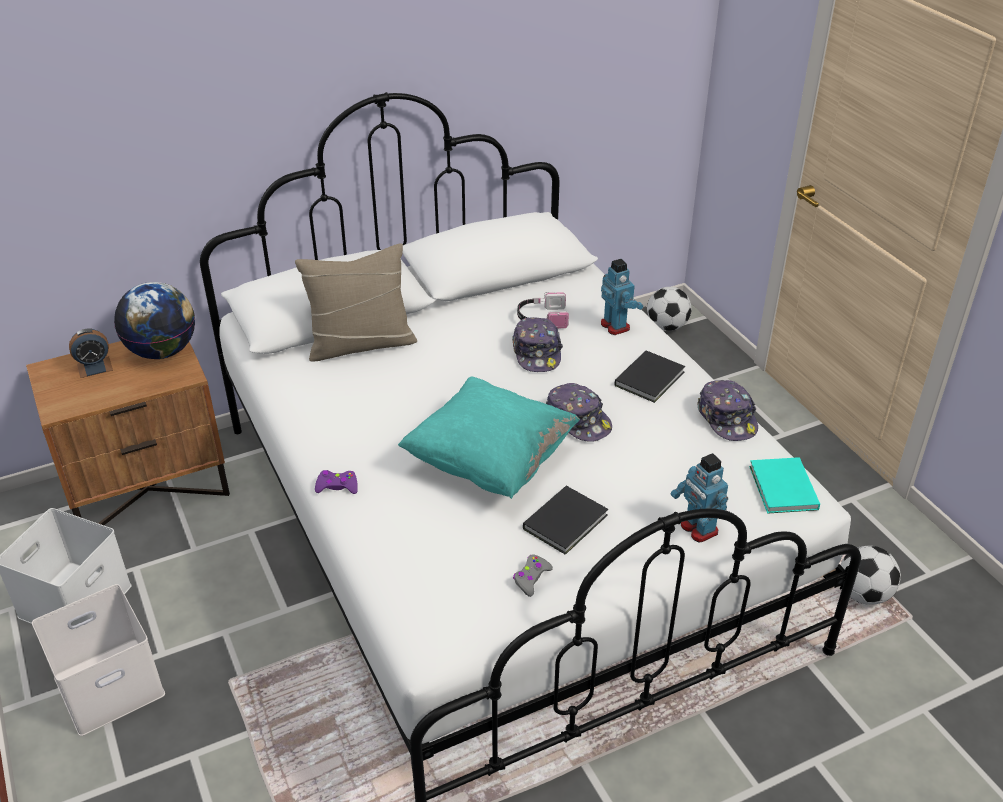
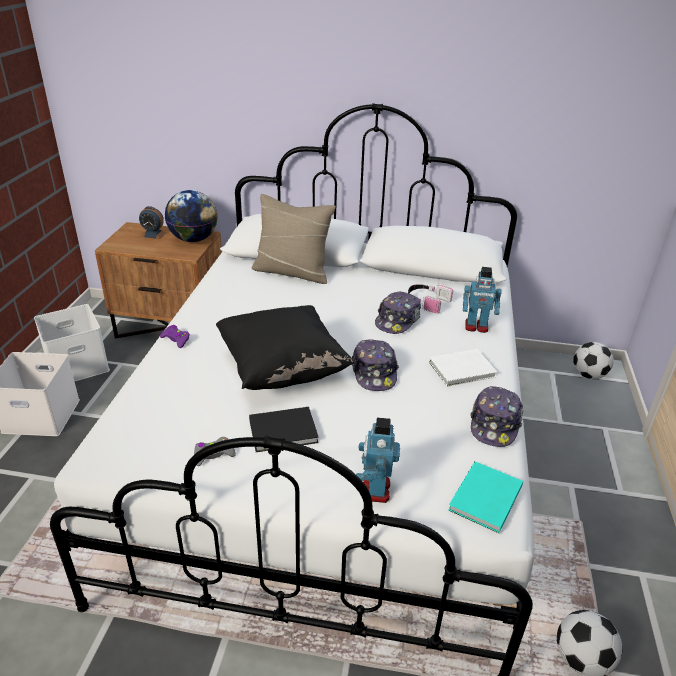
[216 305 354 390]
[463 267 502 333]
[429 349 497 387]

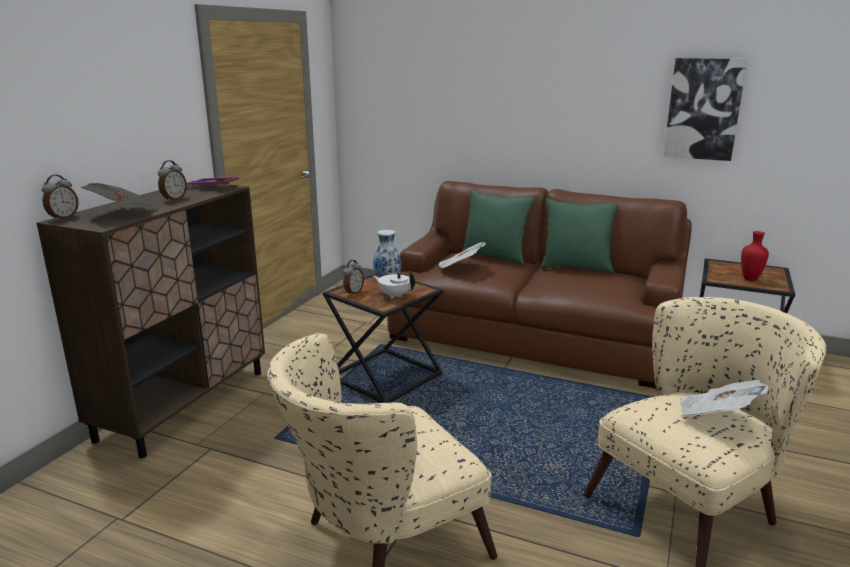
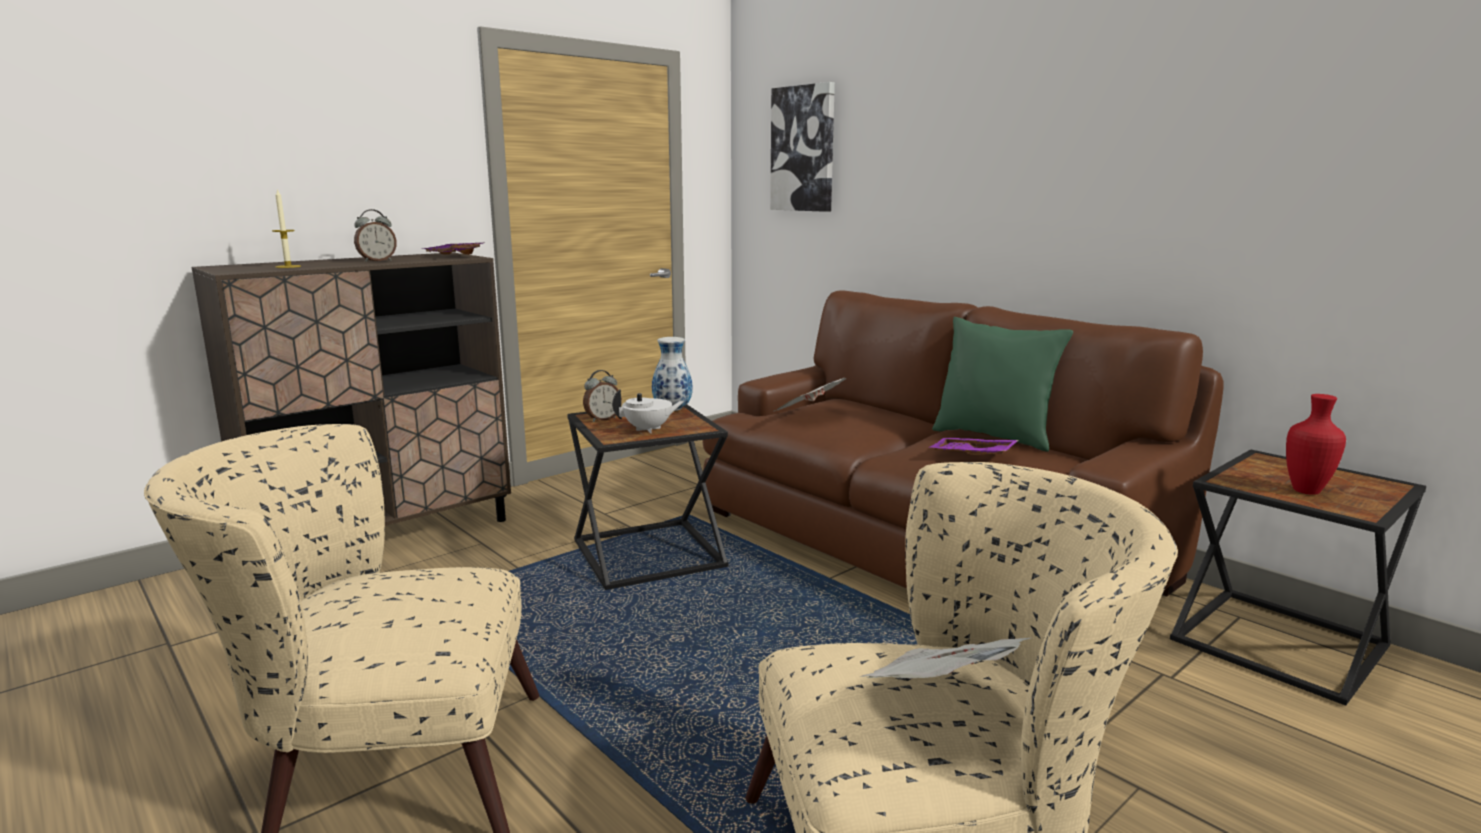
[42 175 79 220] (first image)
[272 189 301 268]
[612 389 684 433]
[462 190 535 265] (first image)
[770 82 835 212]
[930 438 1019 455]

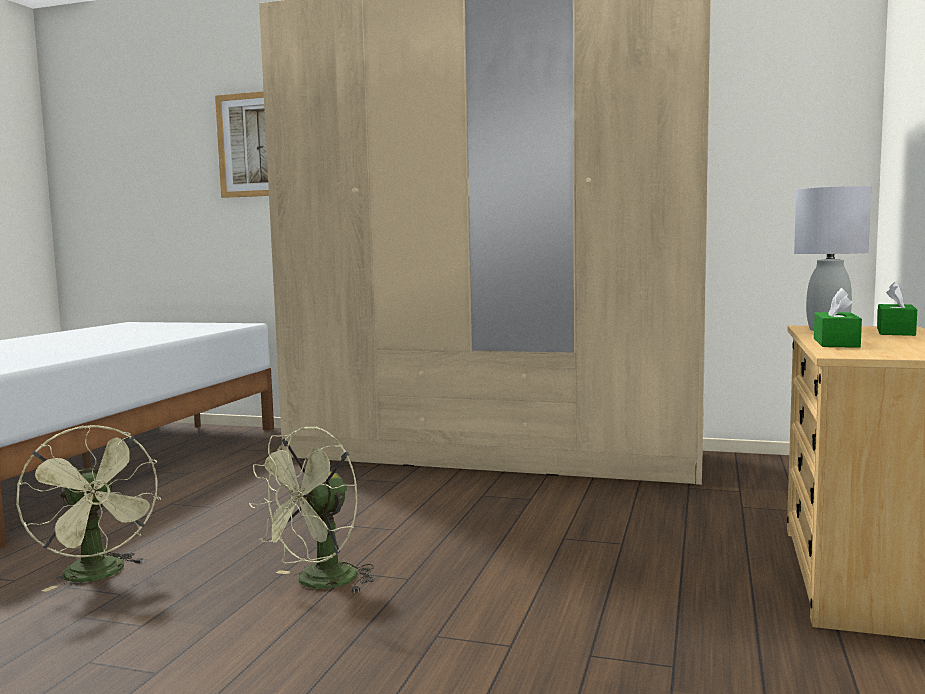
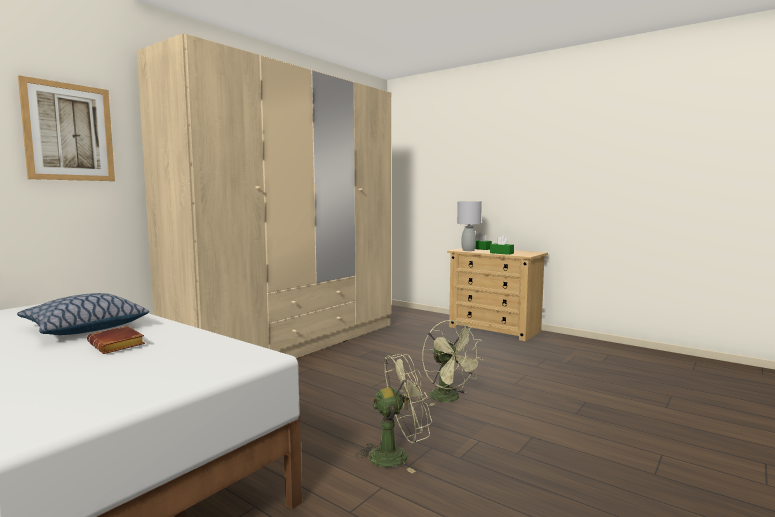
[17 293 149 335]
[87 326 145 354]

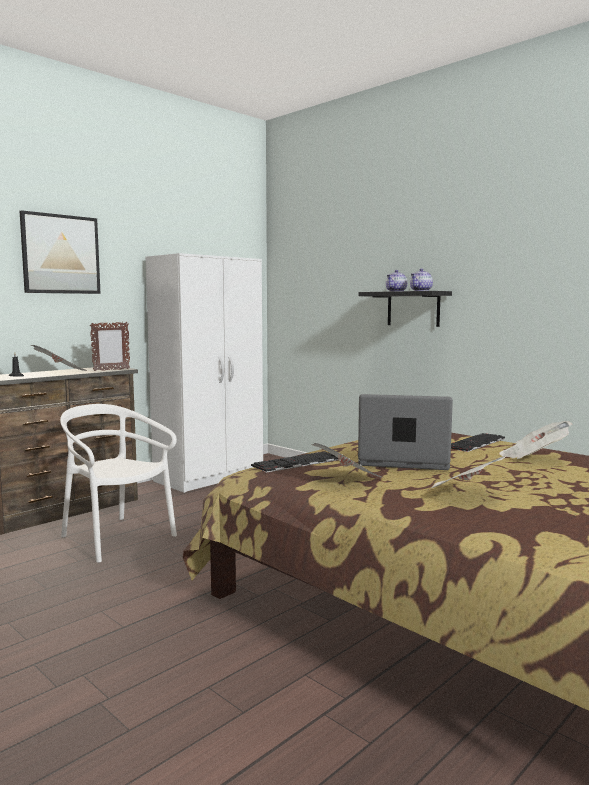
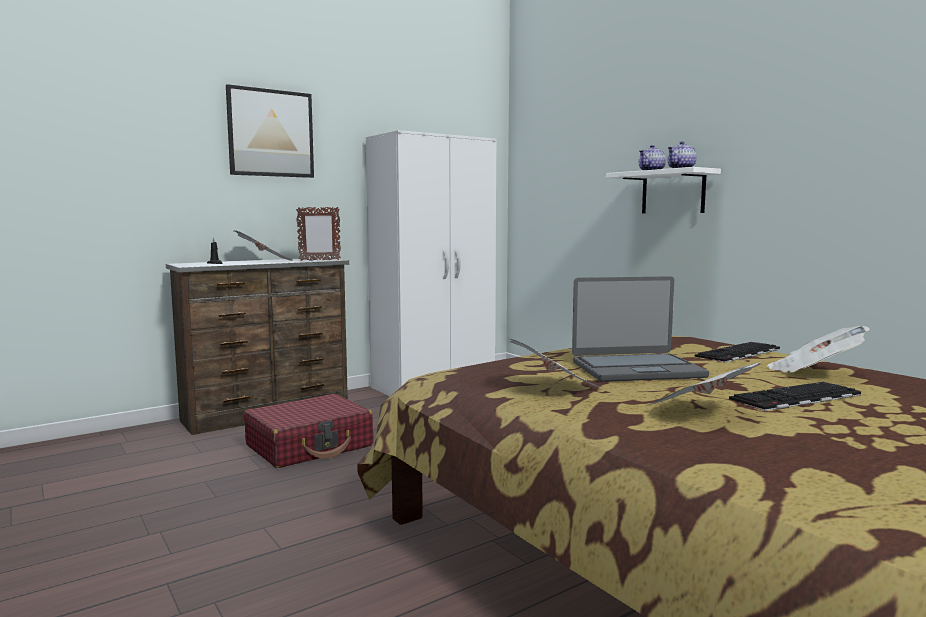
[244 394 373 468]
[729 382 861 411]
[572 276 709 382]
[606 167 721 213]

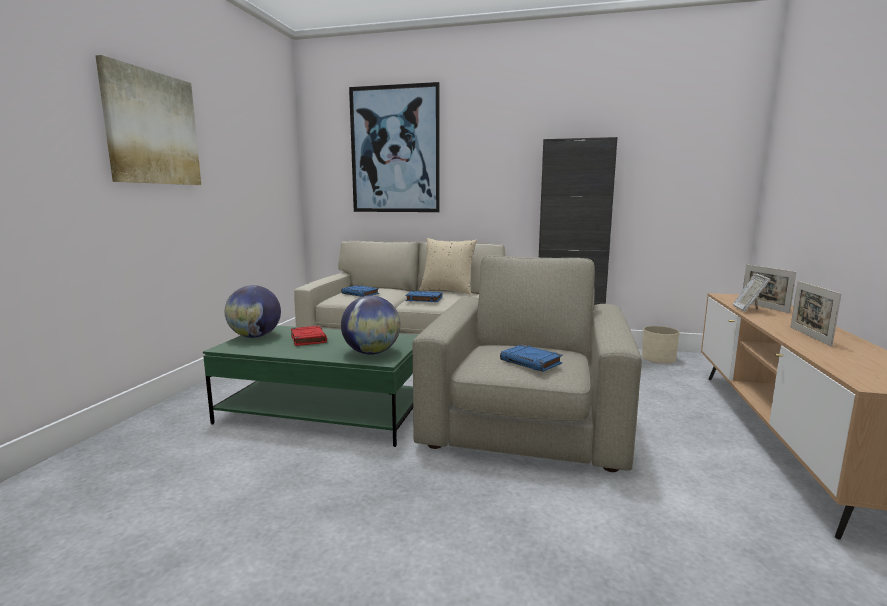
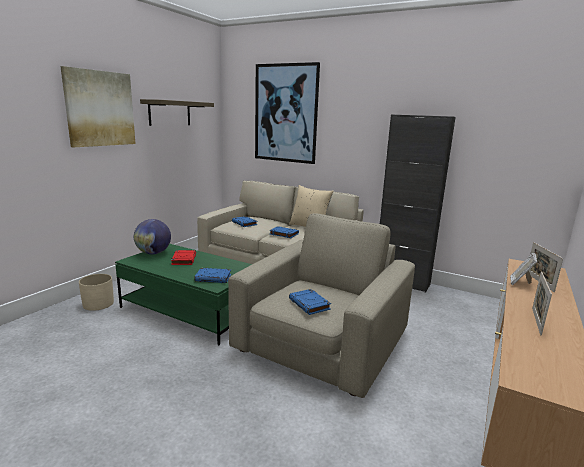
[194 268 231 283]
[79 274 114 311]
[140 99 214 126]

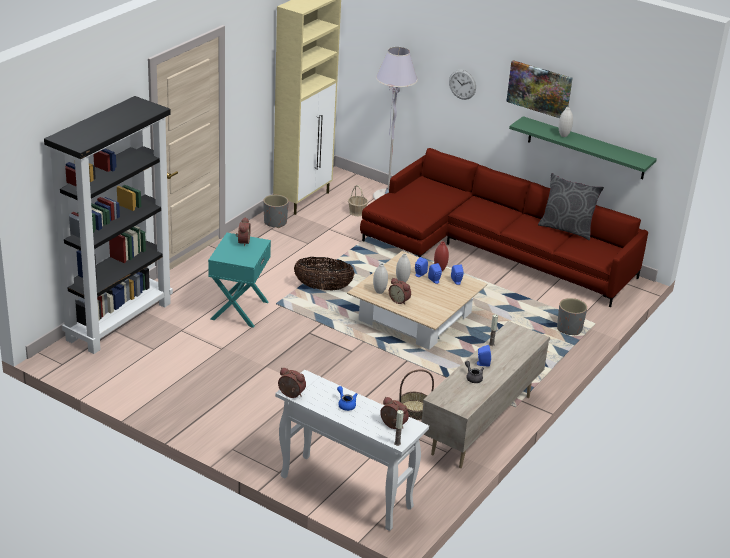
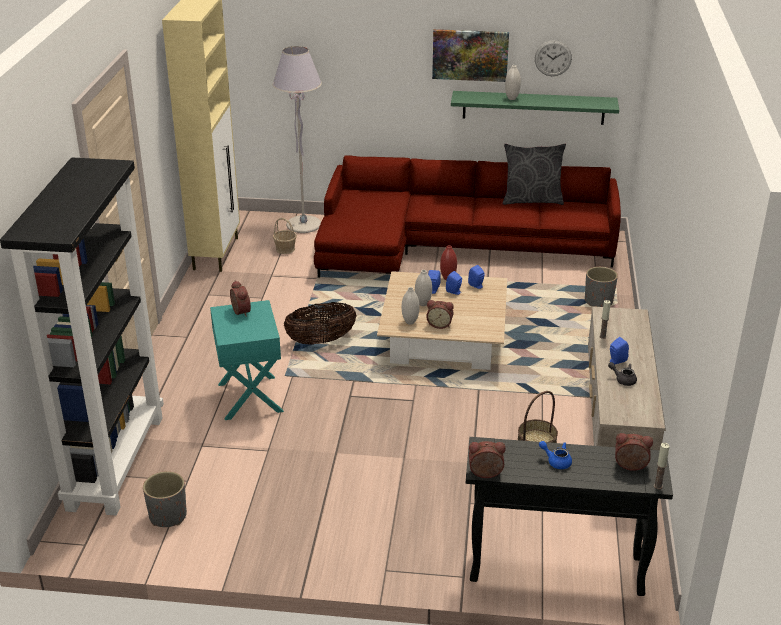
[143 471 187 527]
[466 437 673 596]
[535 40 572 76]

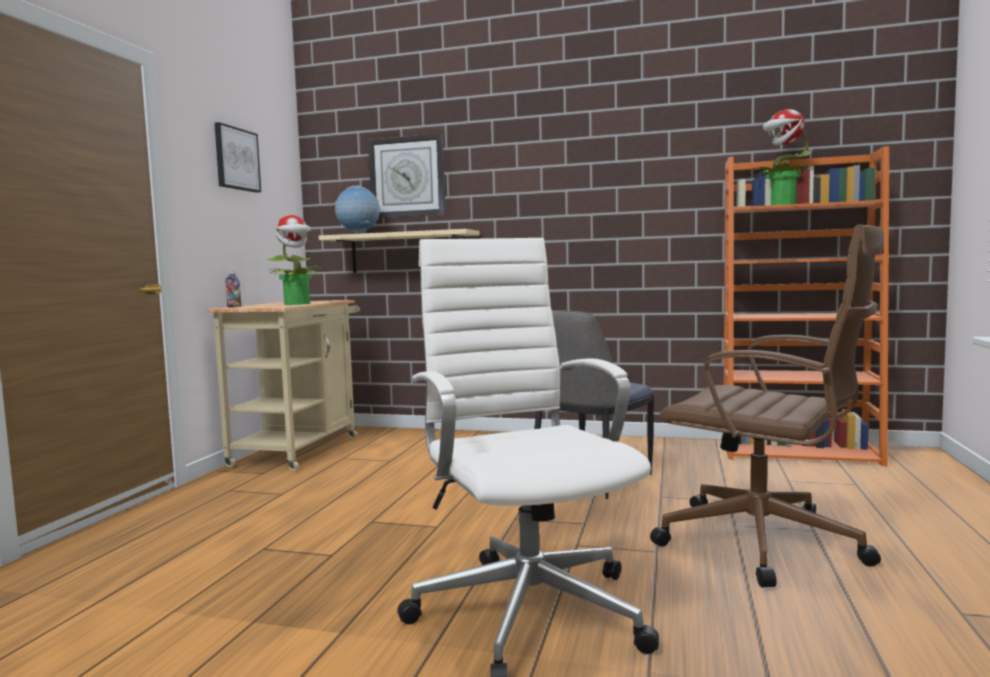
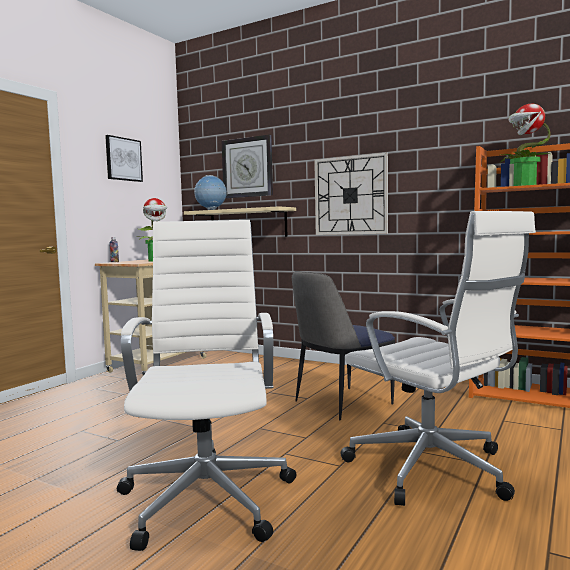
[340 211 536 506]
[314 152 388 235]

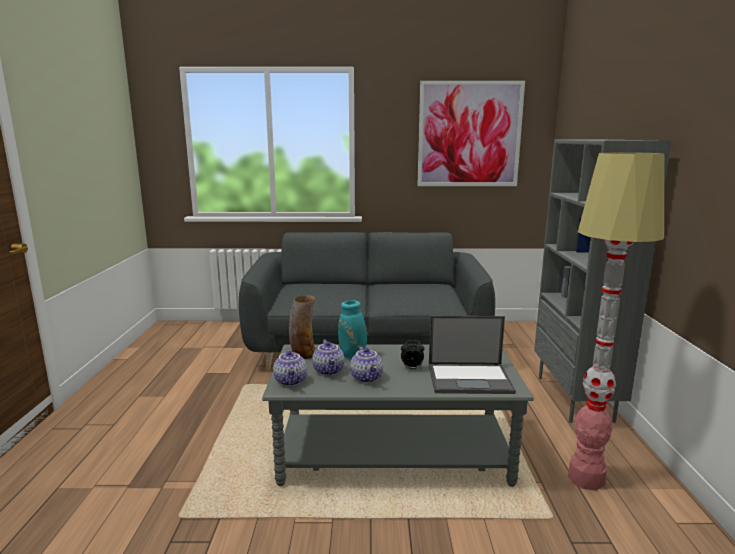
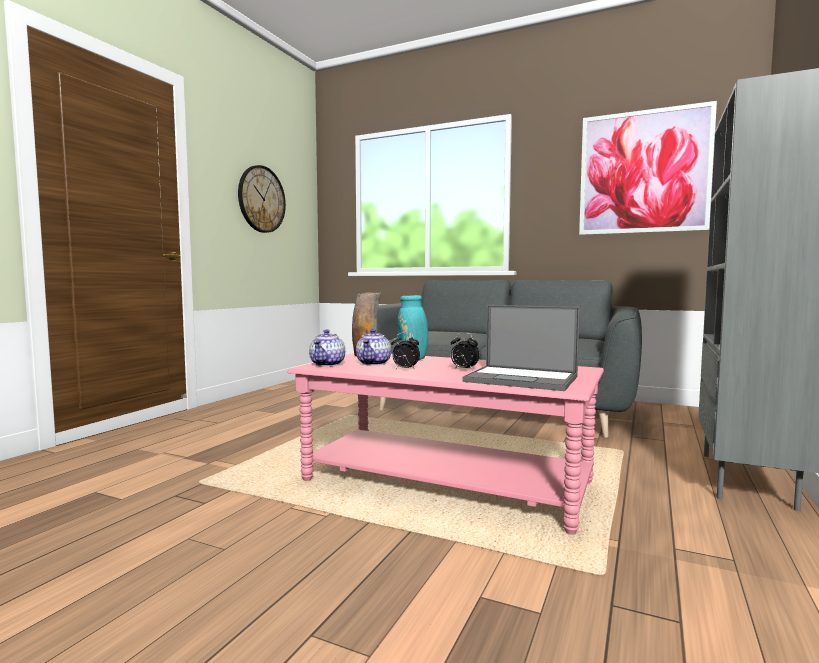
[287 353 604 535]
[391 332 420 369]
[568 152 664 491] (first image)
[238 165 286 233]

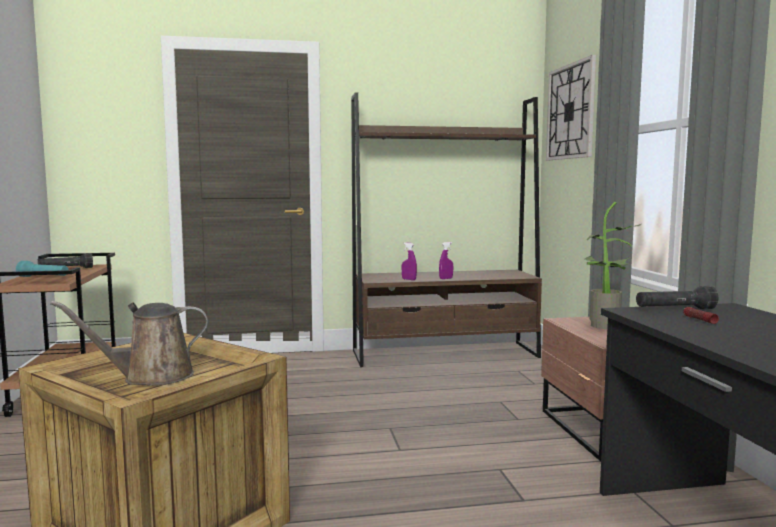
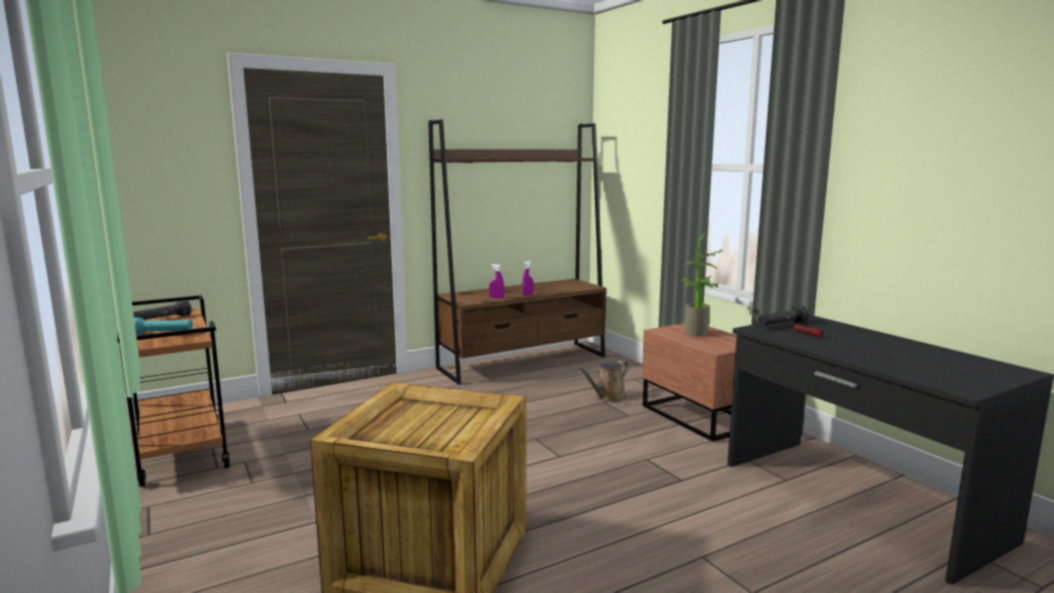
[578 361 629 402]
[546 55 596 160] (first image)

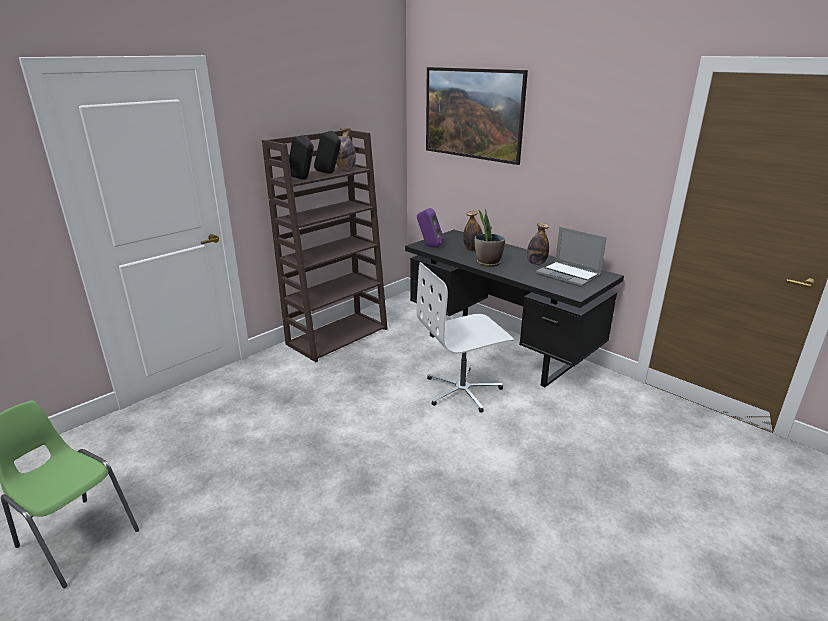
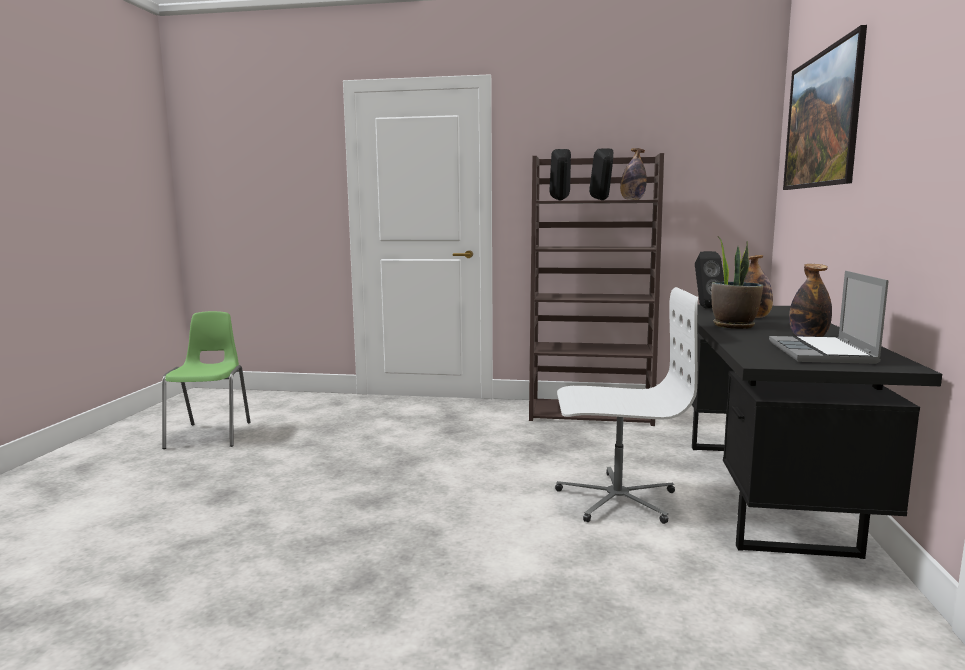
[555 287 698 524]
[695 251 724 309]

